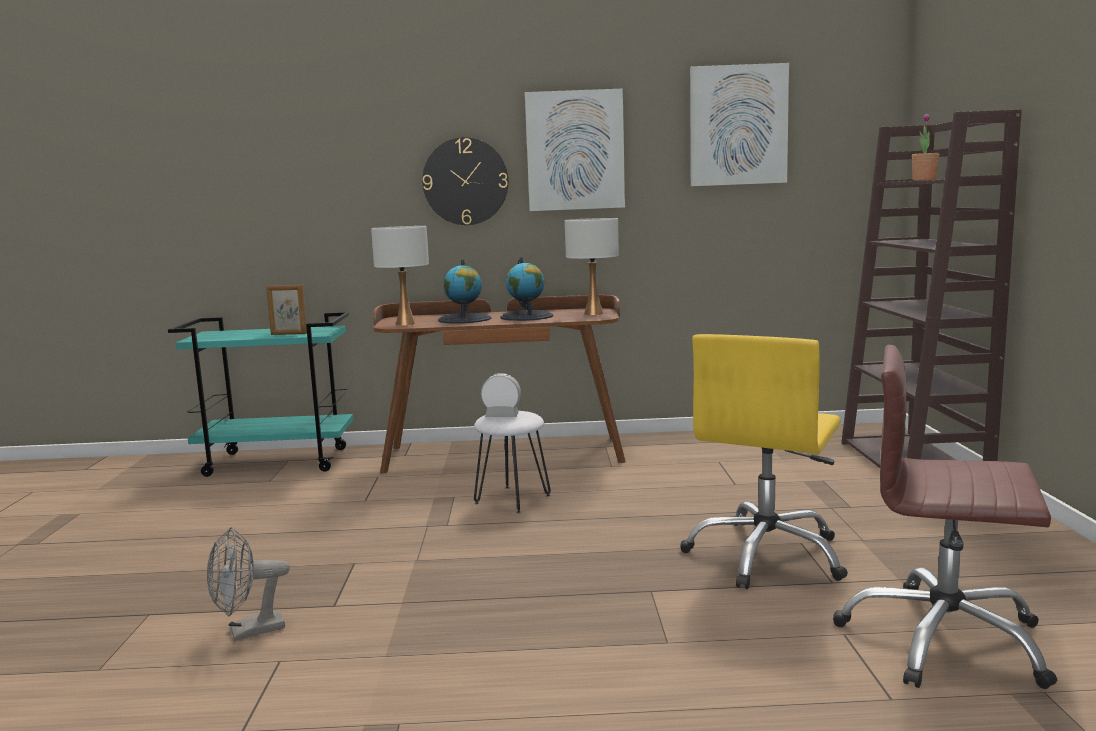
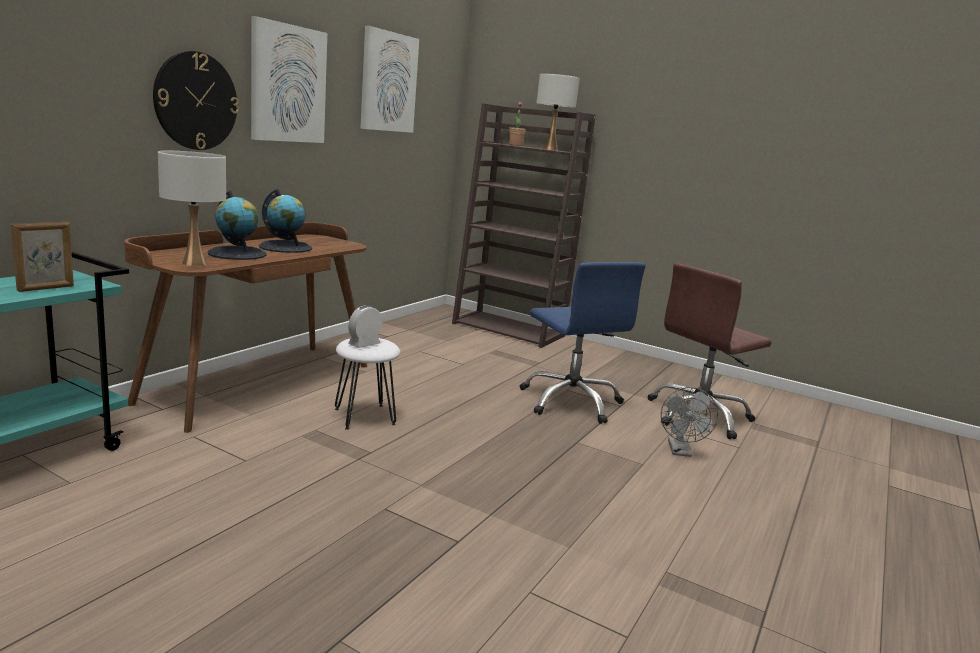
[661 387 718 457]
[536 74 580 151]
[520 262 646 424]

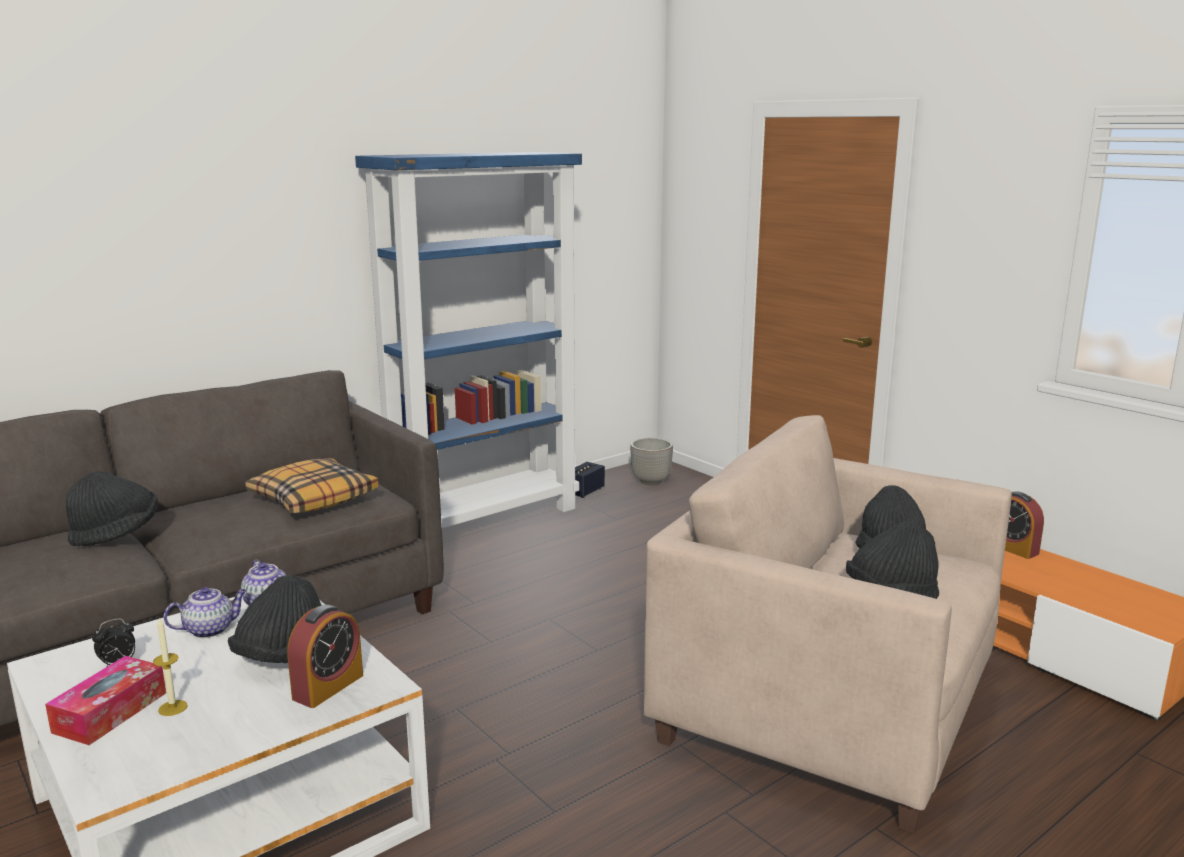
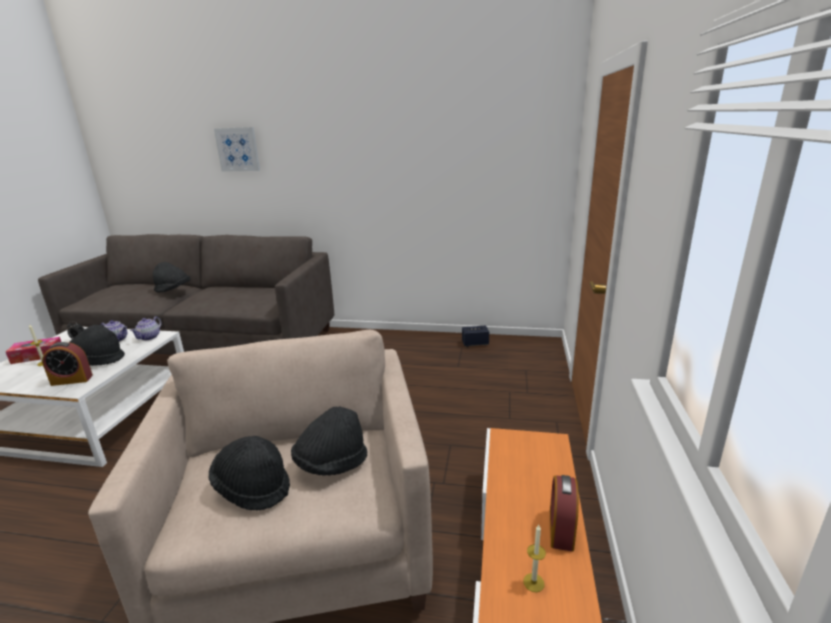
[245 458 378 513] (first image)
[355 152 582 528] (first image)
[630 438 673 485] (first image)
[214 127 260 172]
[523 525 546 592]

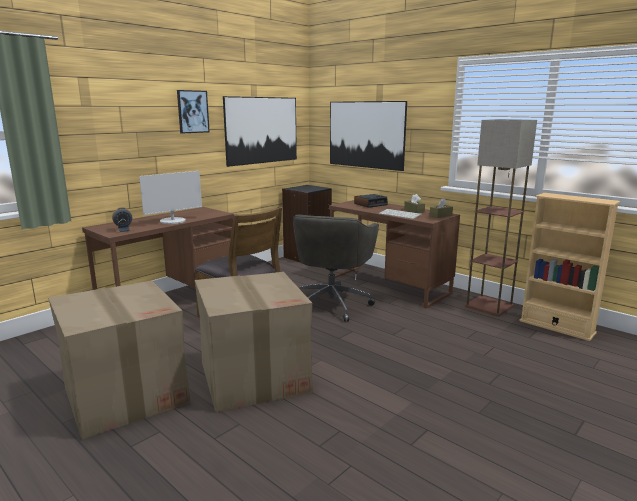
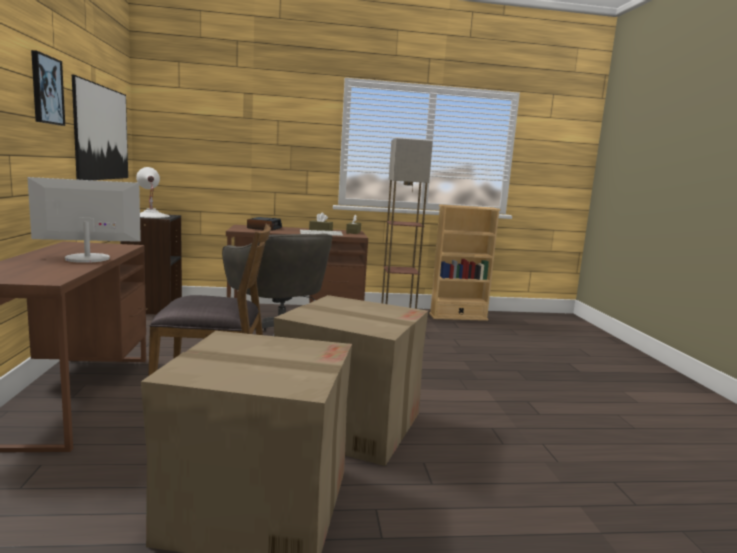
[112 207 133 233] (first image)
[27 177 141 263]
[330 101 407 171] (first image)
[136 167 170 218]

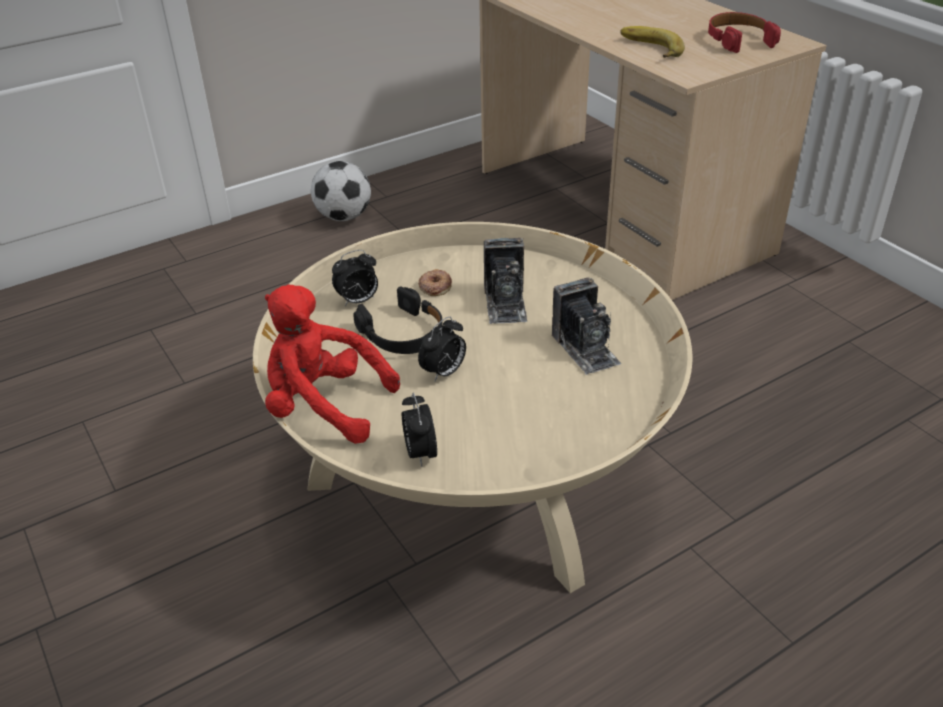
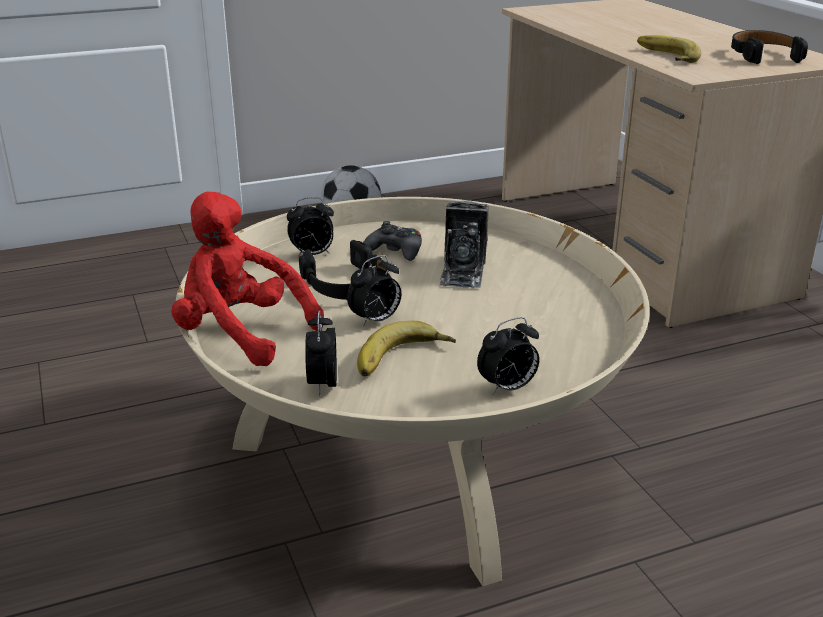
[363 221 422 261]
[552 277 621 375] (first image)
[731 30 808 64]
[357 321 456 376]
[477 317 539 395]

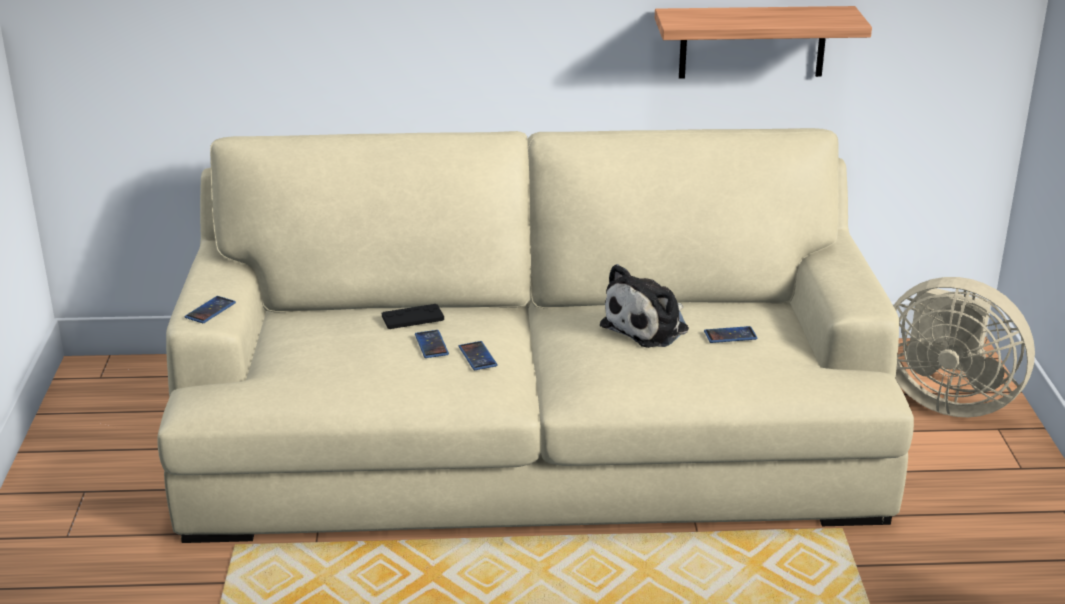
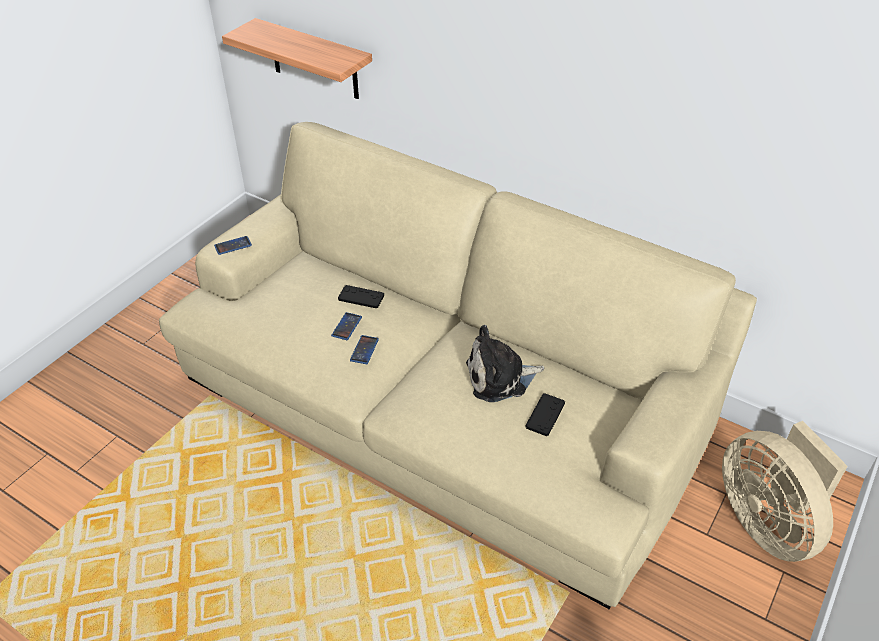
[222 18 372 99]
[525 393 565 436]

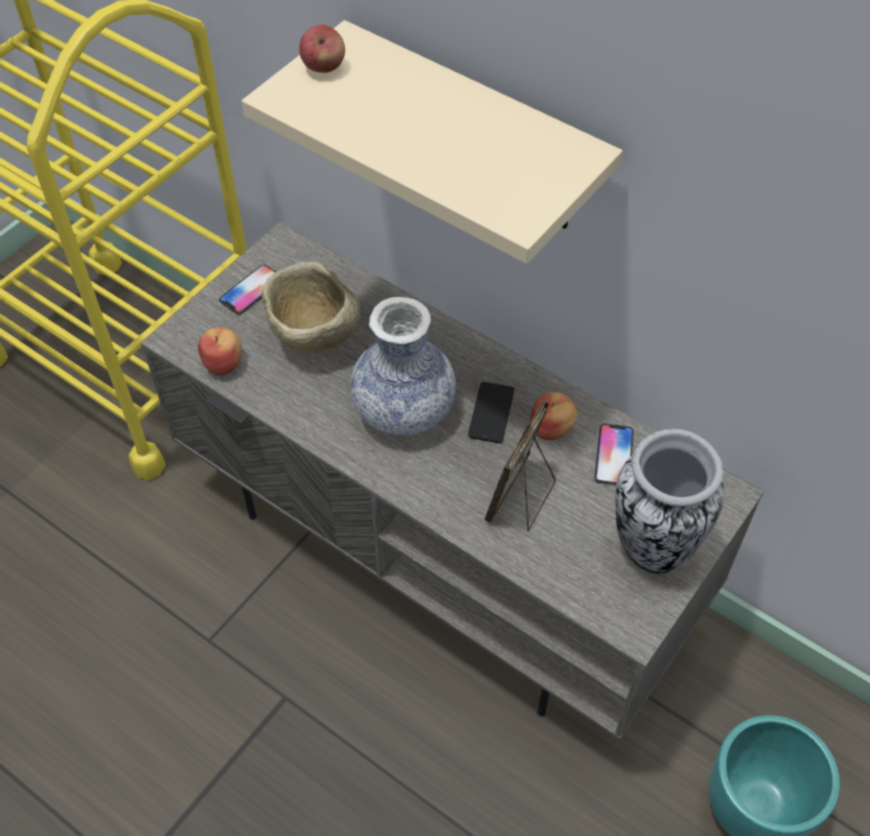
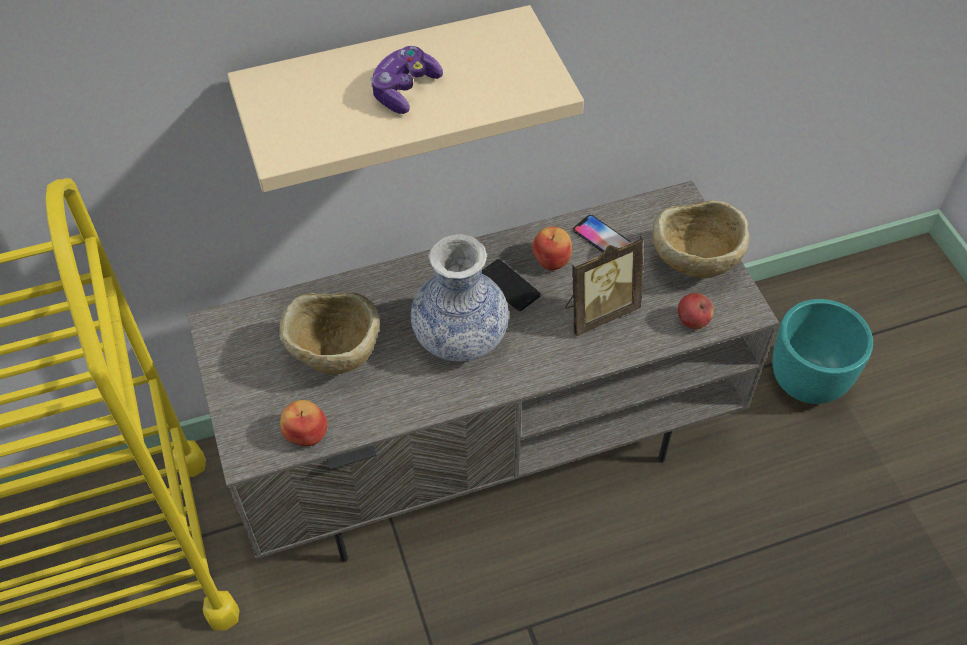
[219 265 276 315] (first image)
[678 293 714 329]
[565 236 644 336]
[652 200 750 278]
[370 46 443 114]

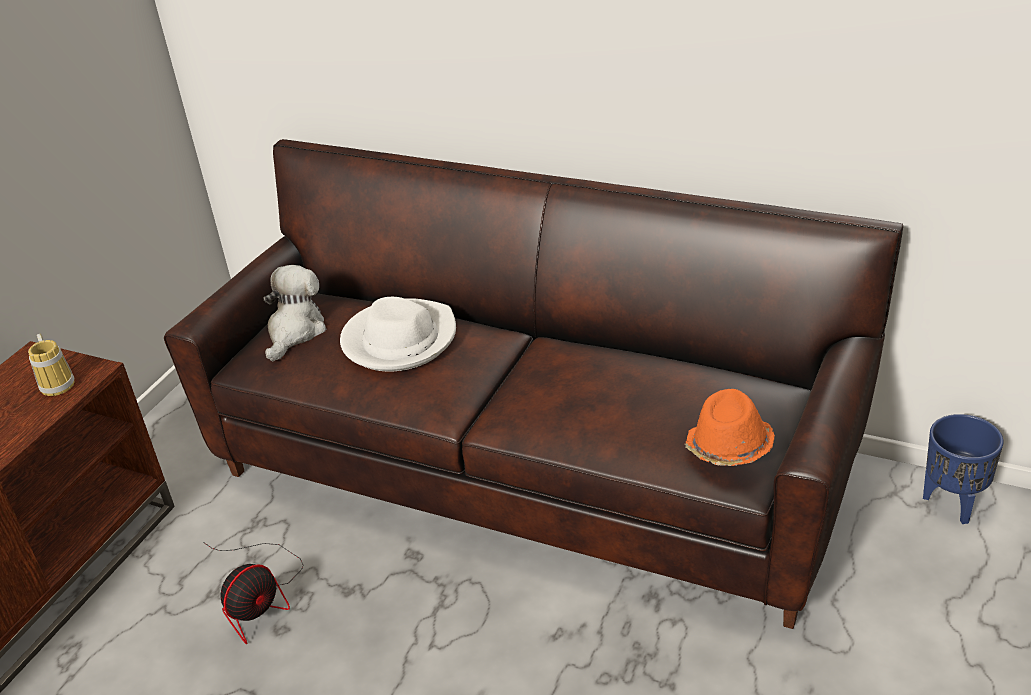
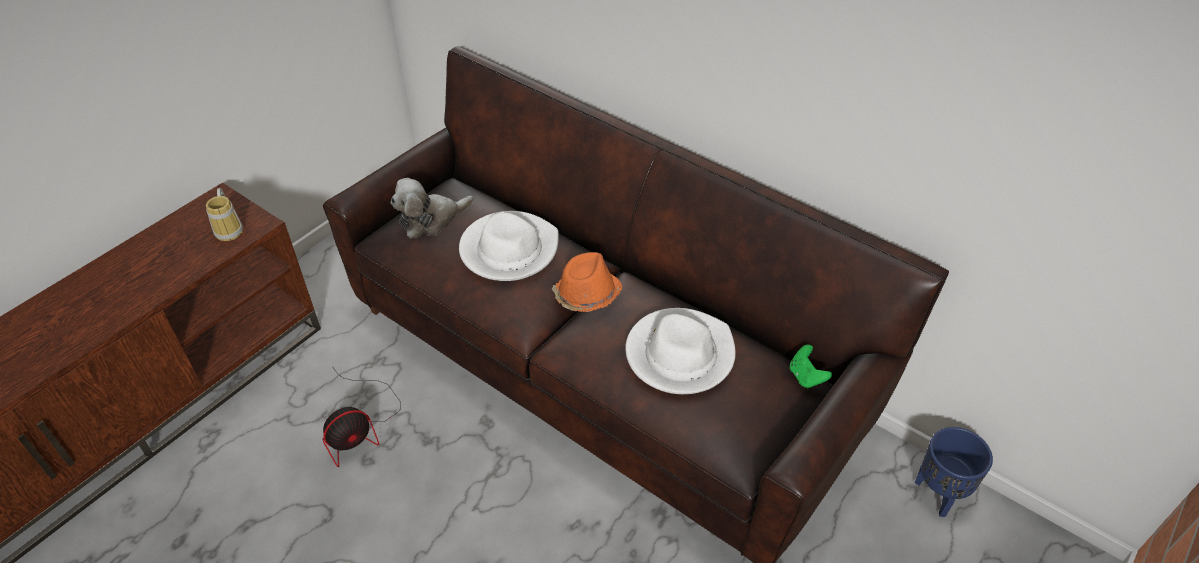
[390 178 474 239]
[552 252 622 312]
[625 308 736 394]
[790 344 832 389]

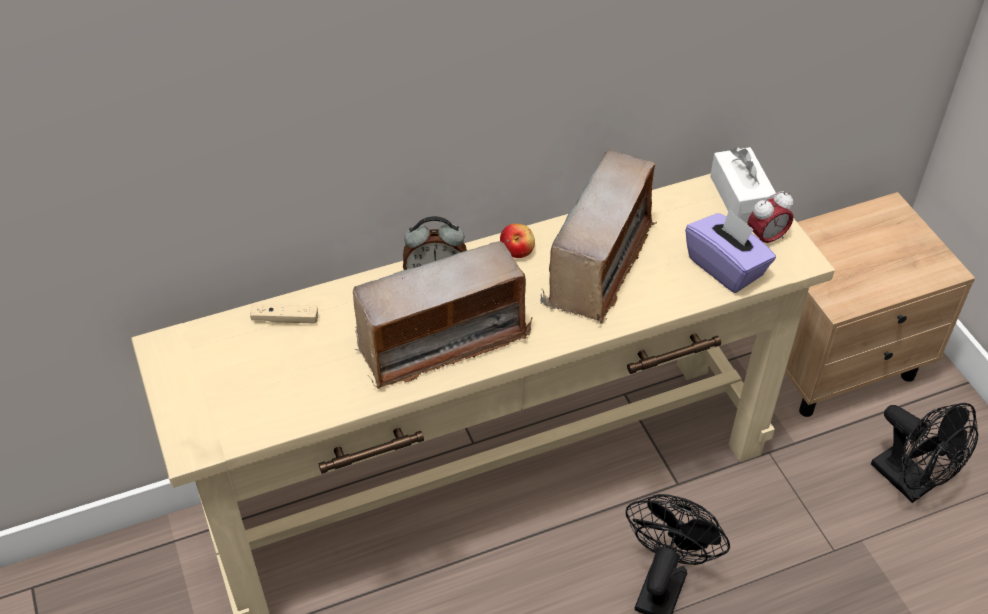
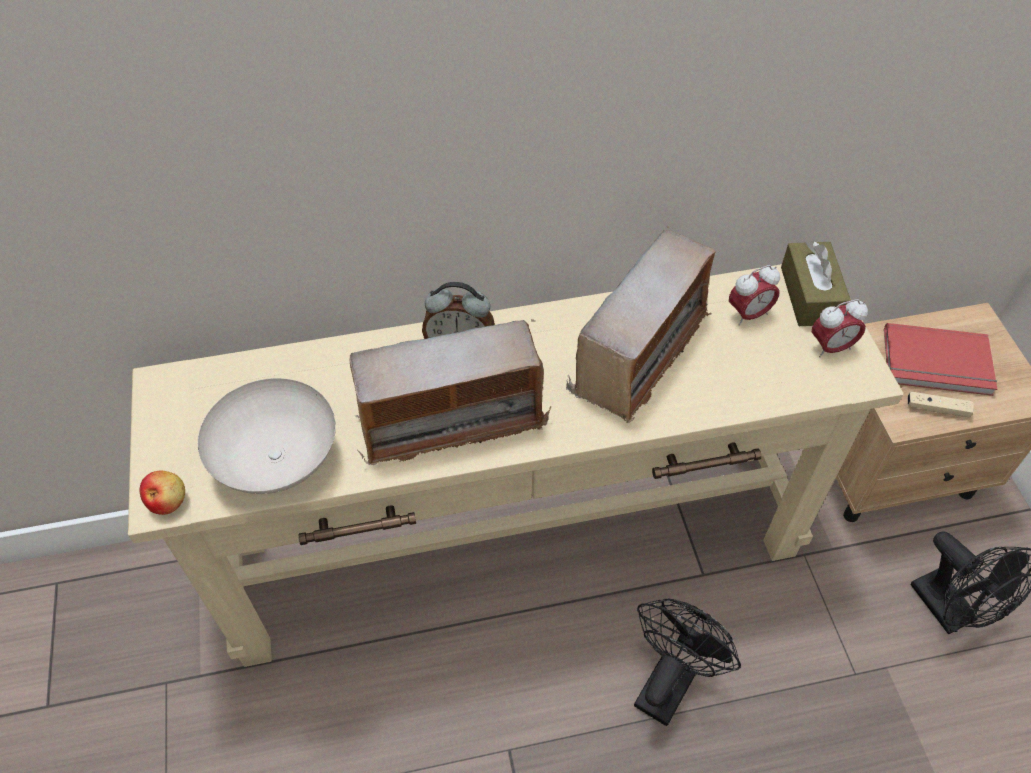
[908 391 974 417]
[139 471 185 515]
[685 209 776 293] (first image)
[781 241 851 326]
[198 378 336 494]
[729 265 780 326]
[884 323 997 396]

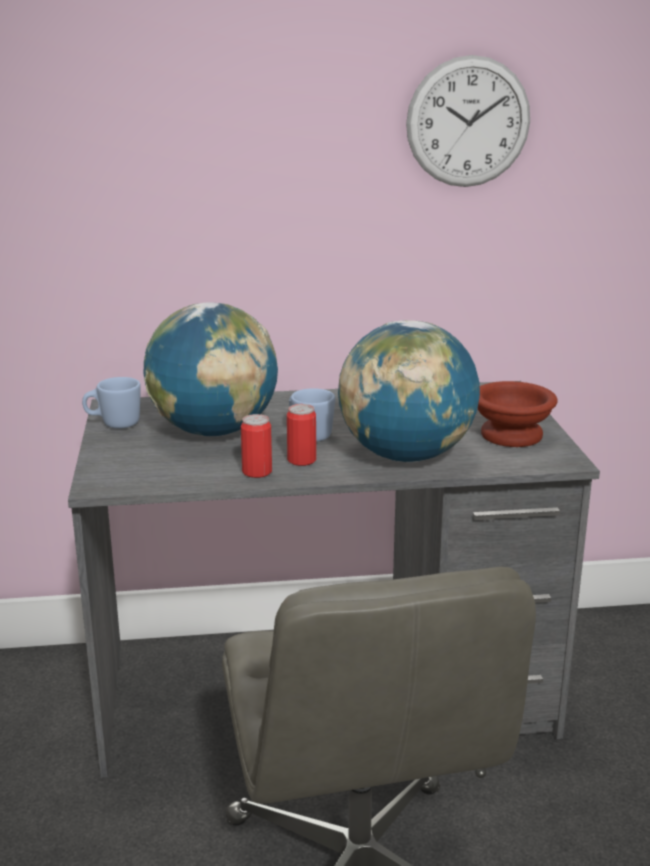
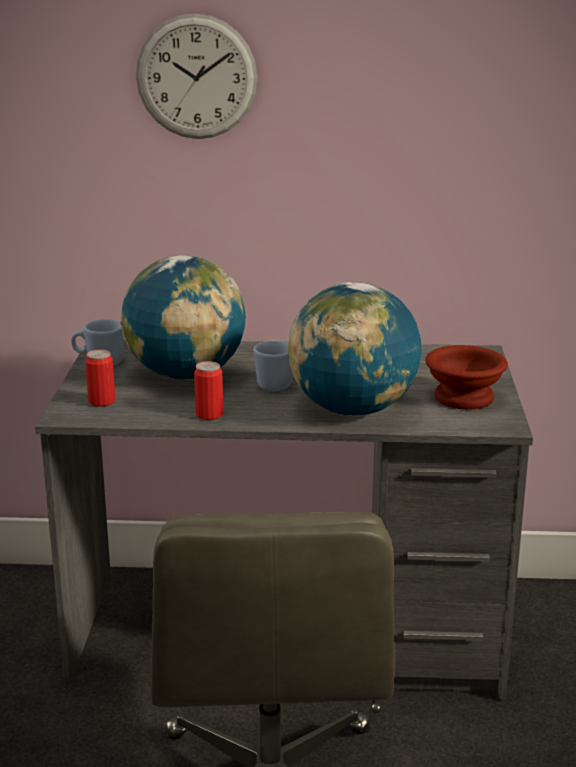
[85 349 115 407]
[136 13 257 139]

